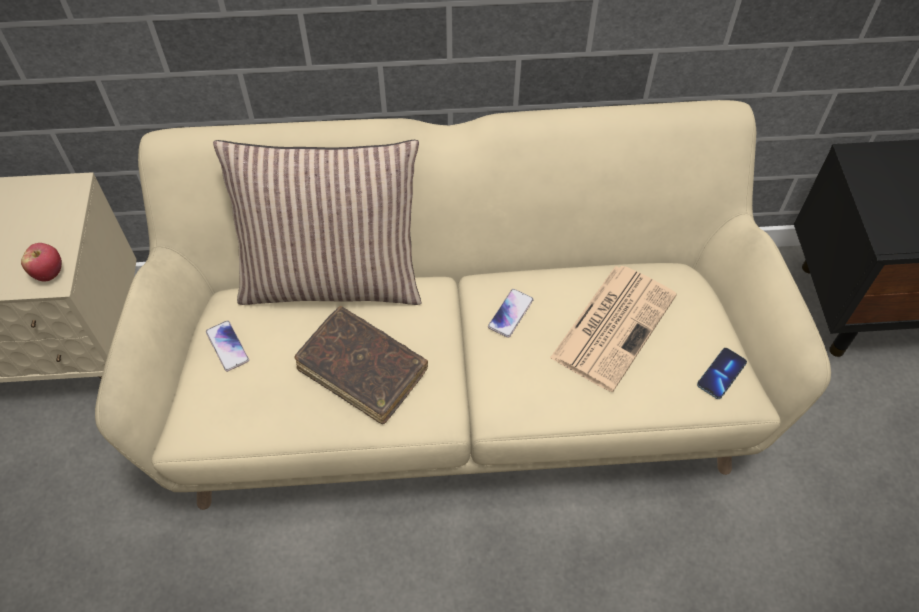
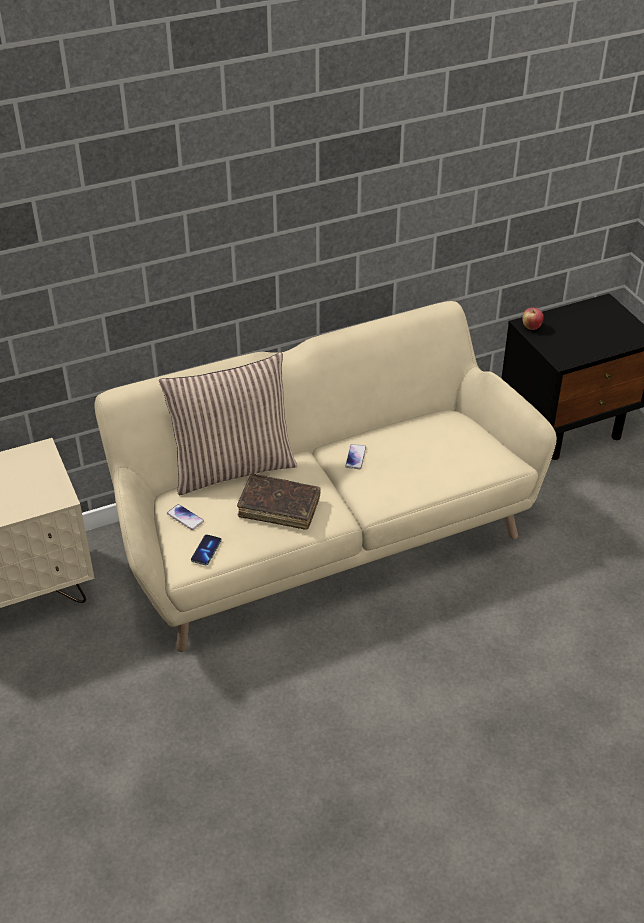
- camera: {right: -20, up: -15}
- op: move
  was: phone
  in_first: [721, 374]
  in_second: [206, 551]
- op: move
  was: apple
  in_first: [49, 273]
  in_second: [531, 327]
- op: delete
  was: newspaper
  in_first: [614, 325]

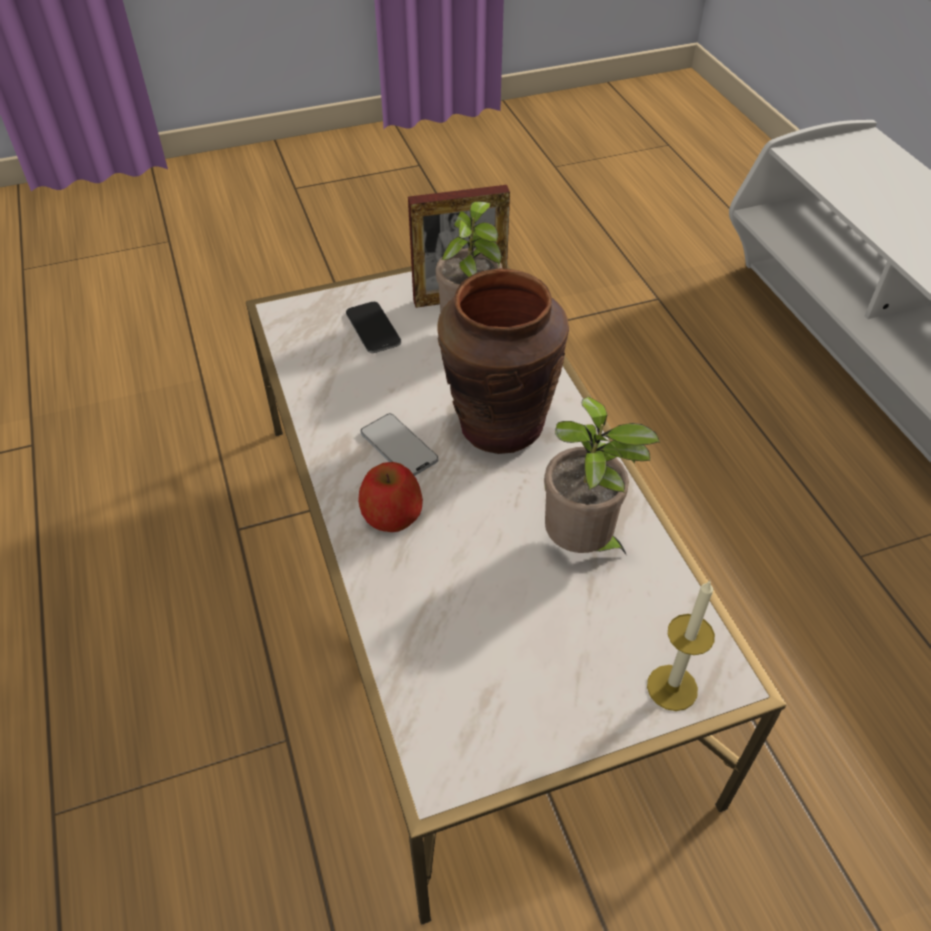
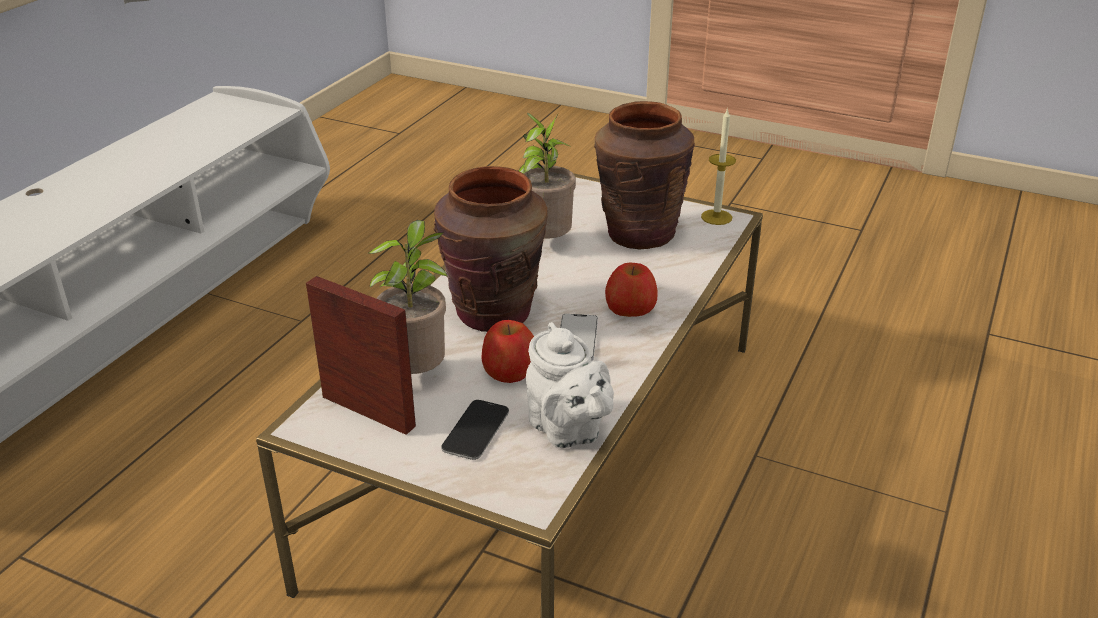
- camera: {right: -135, up: -15}
- op: insert
  now: apple
  in_second: [509, 371]
- op: insert
  now: teapot (white)
  in_second: [568, 431]
- op: insert
  now: vase (brown)
  in_second: [639, 234]
- op: move
  was: candle
  in_first: [672, 687]
  in_second: [716, 217]

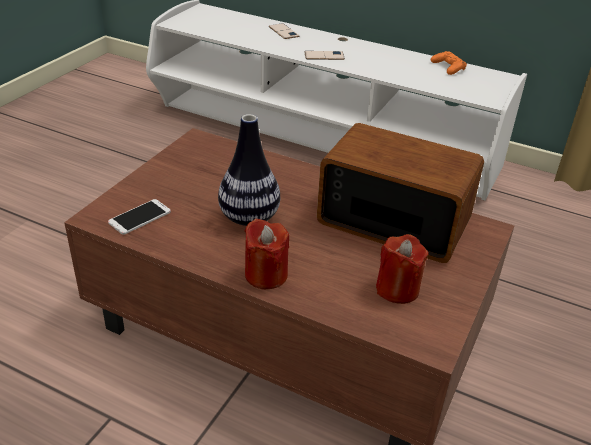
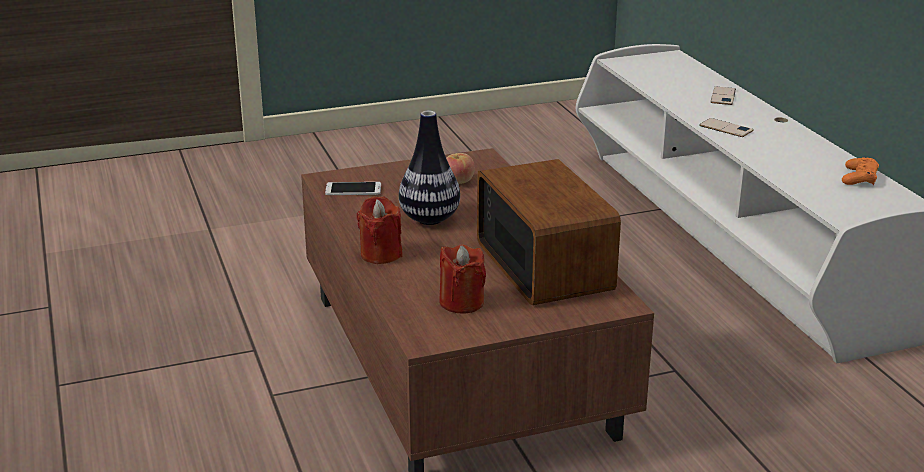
- camera: {right: 45, up: -10}
- op: insert
  now: apple
  in_second: [458, 181]

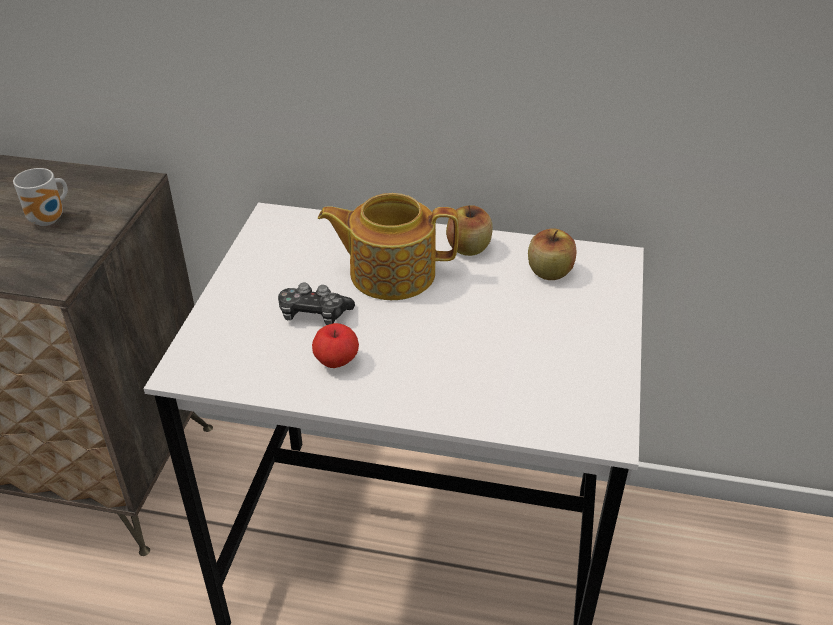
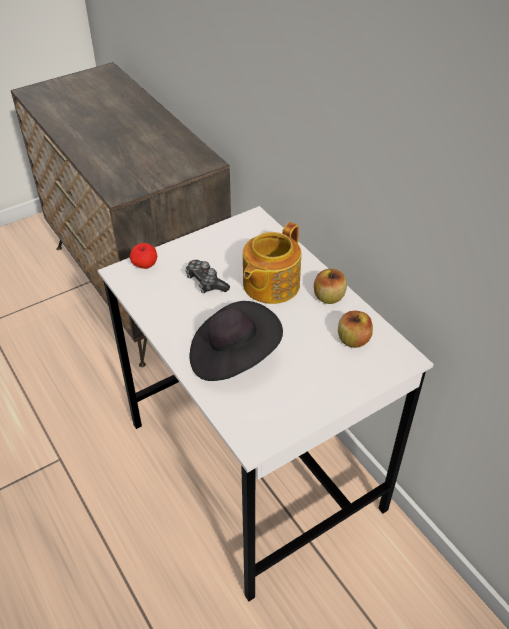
- camera: {right: 45, up: 5}
- op: move
  was: apple
  in_first: [336, 362]
  in_second: [145, 265]
- op: insert
  now: hat (black)
  in_second: [233, 356]
- op: rotate
  was: teapot
  in_first: [390, 273]
  in_second: [269, 285]
  clockwise: -105
- op: delete
  was: mug
  in_first: [50, 220]

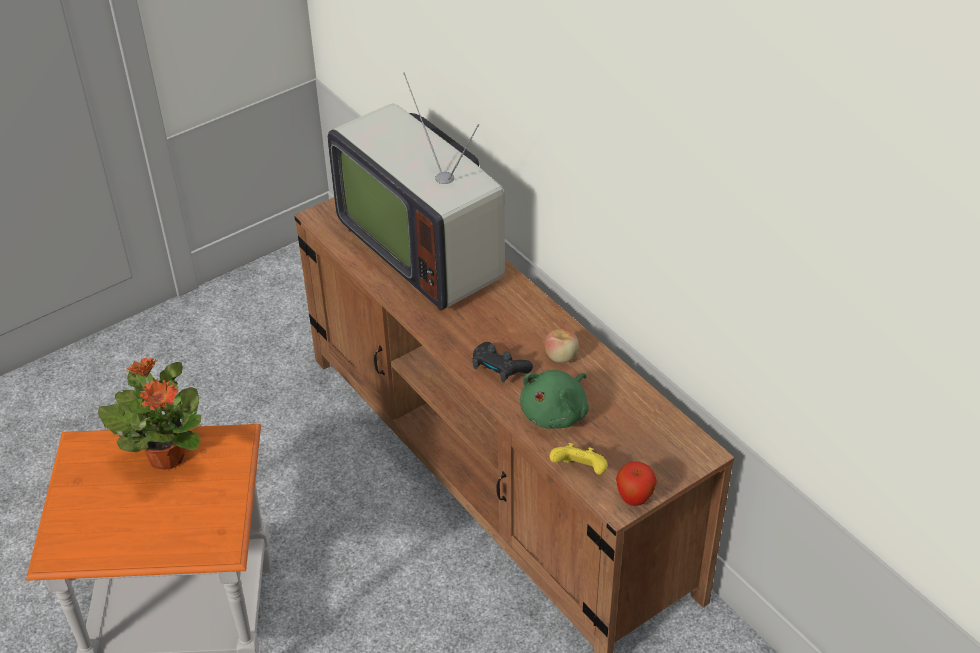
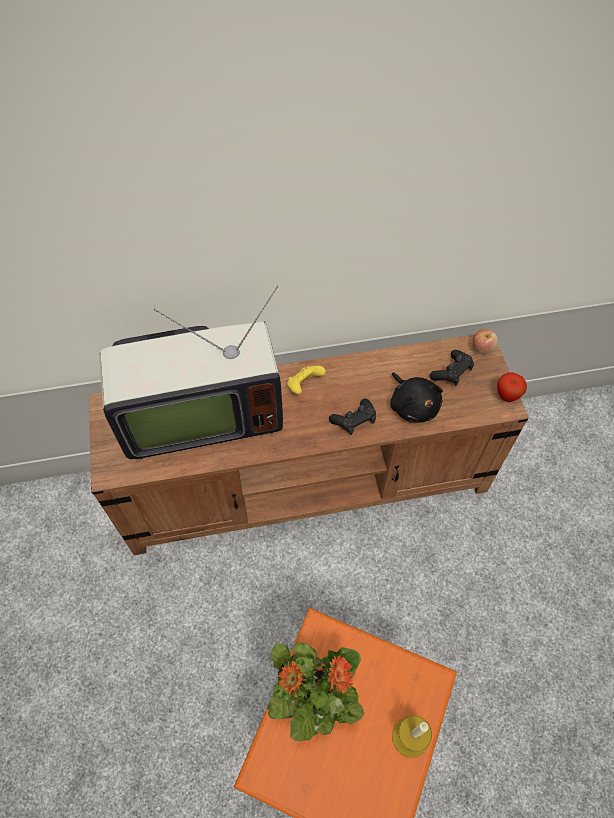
- camera: {right: -65, up: 15}
- op: move
  was: game controller (yellow)
  in_first: [580, 471]
  in_second: [304, 385]
- op: recolor
  was: plush toy (green)
  now: plush toy (black)
  in_first: [556, 413]
  in_second: [413, 405]
- op: insert
  now: candle
  in_second: [410, 737]
- op: insert
  now: game controller (black)
  in_second: [451, 372]
- op: move
  was: apple
  in_first: [561, 356]
  in_second: [482, 348]

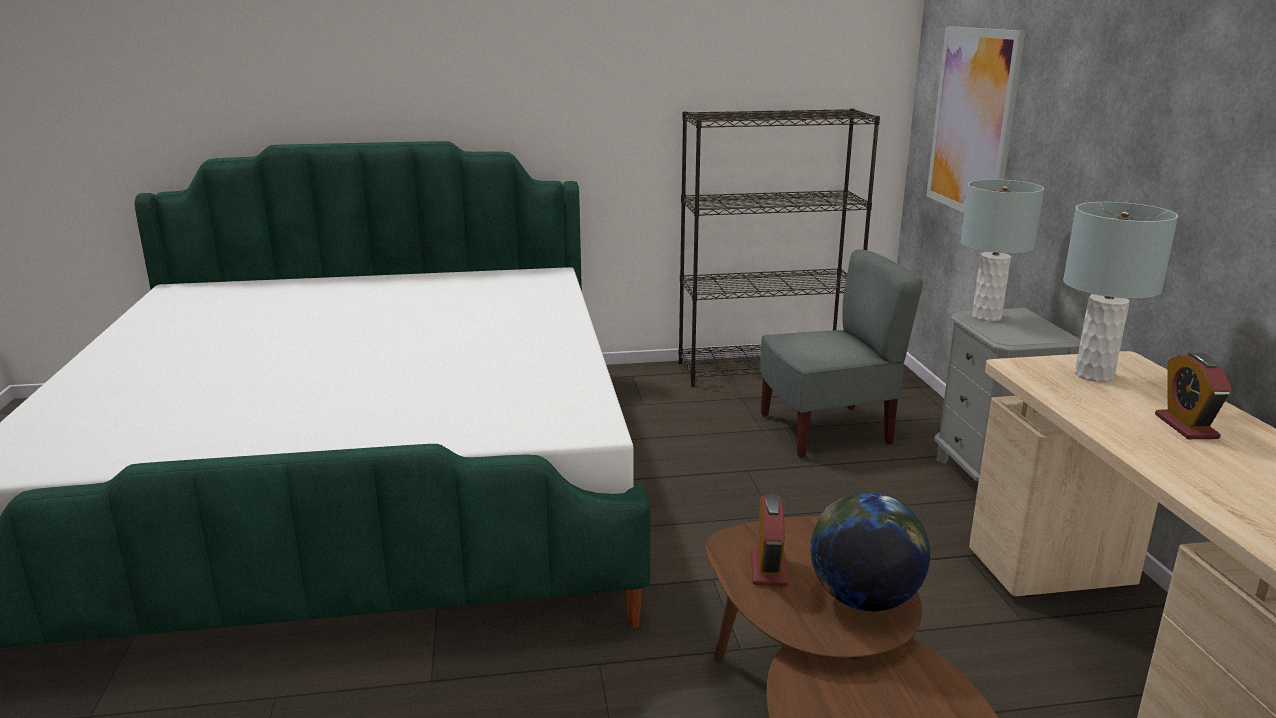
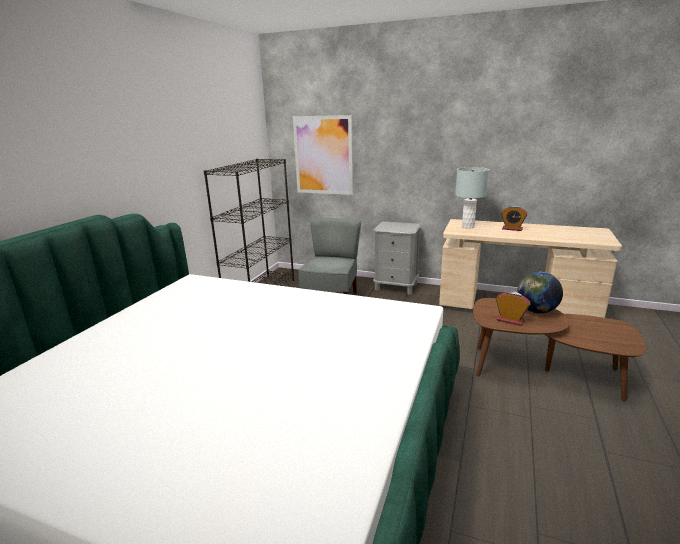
- camera: {right: -60, up: 0}
- op: delete
  was: table lamp (grey)
  in_first: [986, 317]

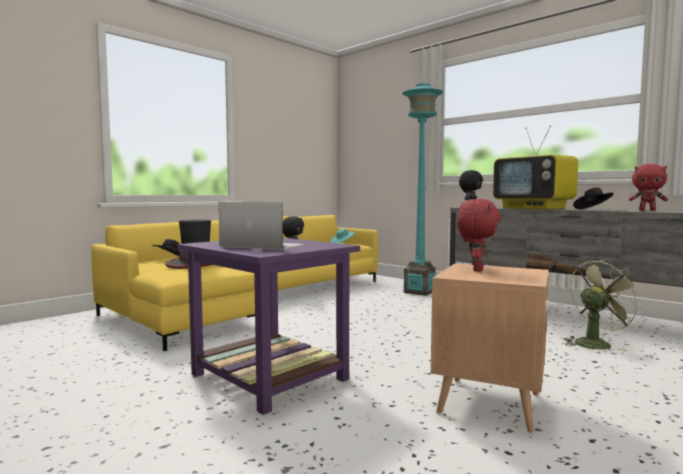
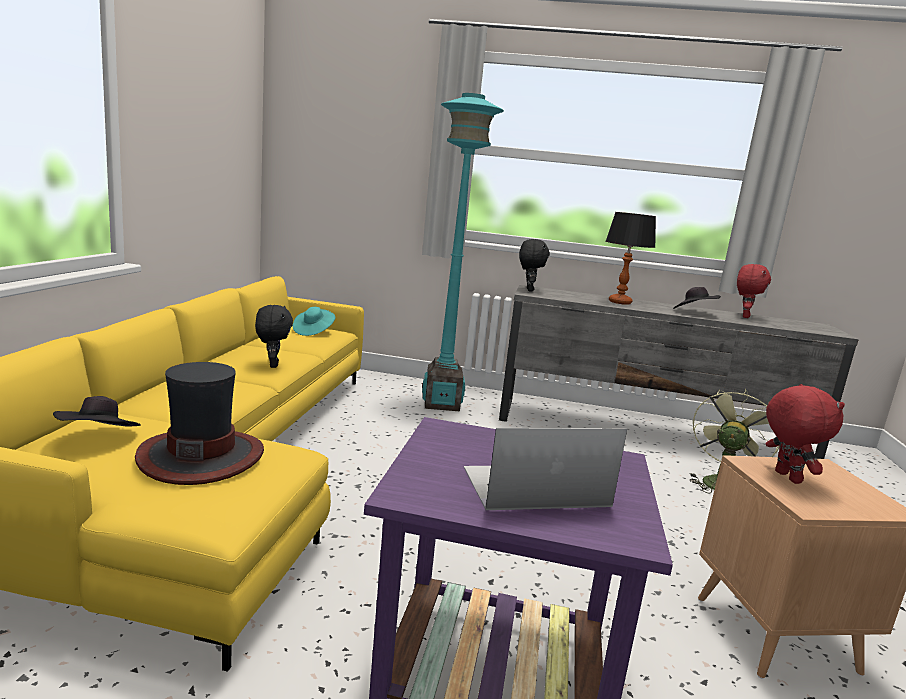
- camera: {right: -35, up: 10}
- op: replace
  was: television
  now: table lamp
  in_first: [534, 208]
  in_second: [620, 302]
- op: rotate
  was: plush toy (red)
  in_first: [647, 210]
  in_second: [744, 316]
  clockwise: -60

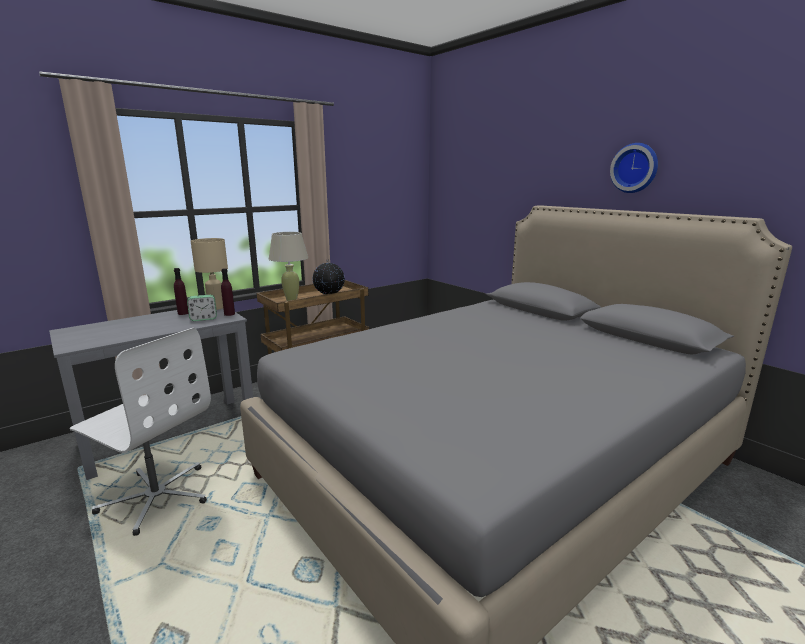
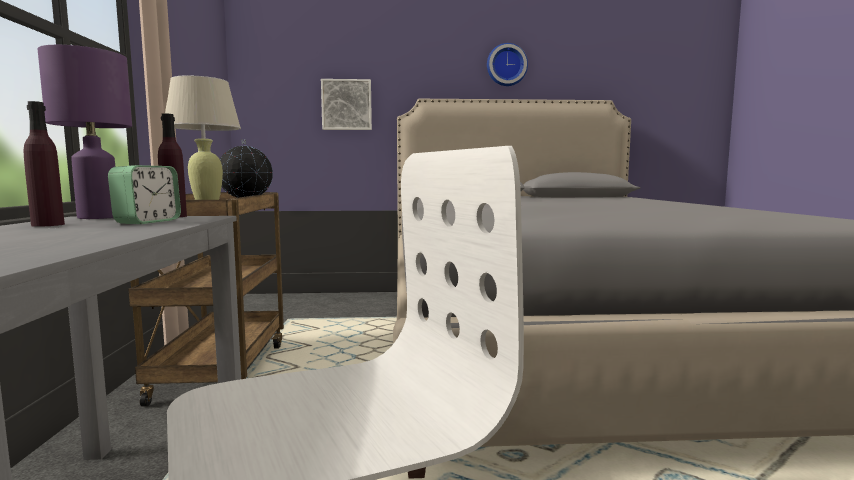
- camera: {right: -55, up: -10}
- op: recolor
  was: table lamp (beige)
  now: table lamp (purple)
  in_first: [216, 308]
  in_second: [100, 217]
- op: insert
  now: picture
  in_second: [346, 105]

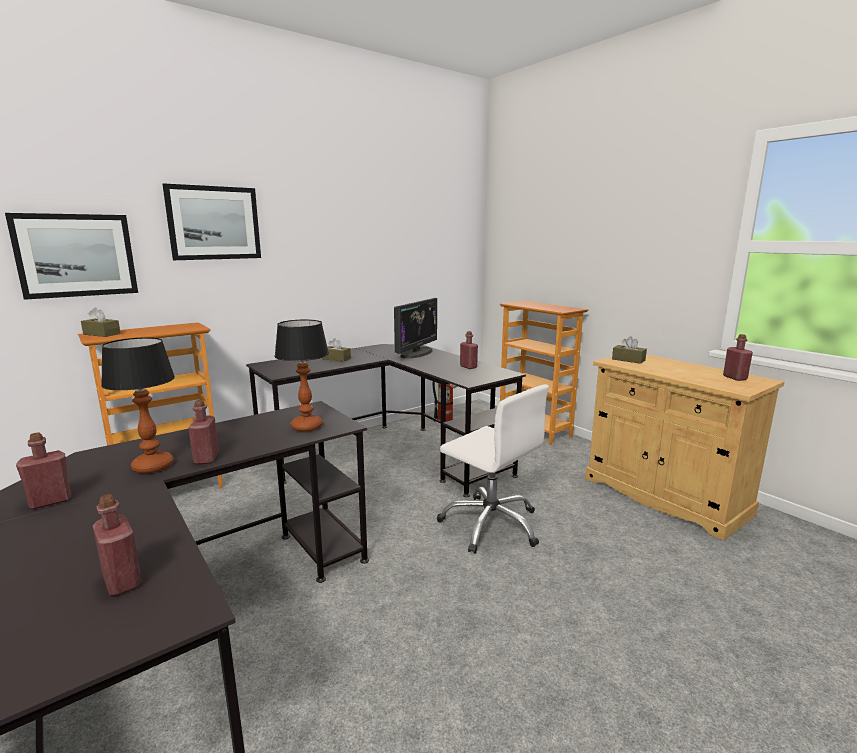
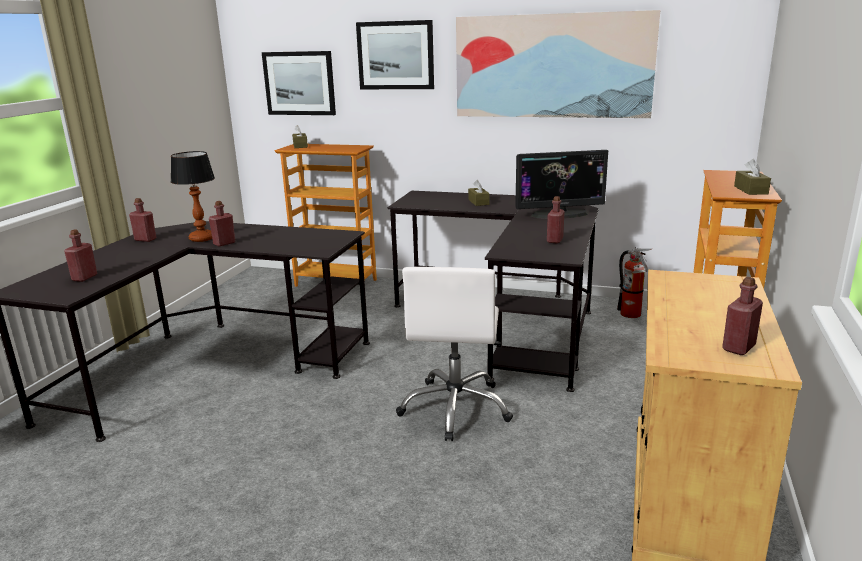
- camera: {right: 55, up: 5}
- op: insert
  now: picture
  in_second: [552, 66]
- op: move
  was: tissue box (brown)
  in_first: [628, 360]
  in_second: [750, 190]
- op: delete
  was: table lamp
  in_first: [307, 427]

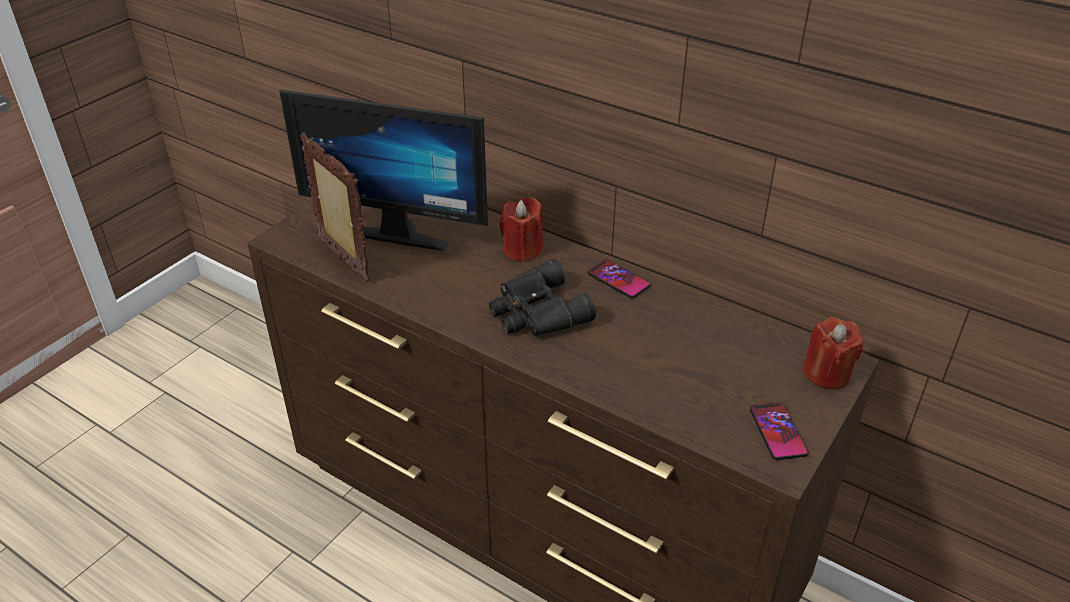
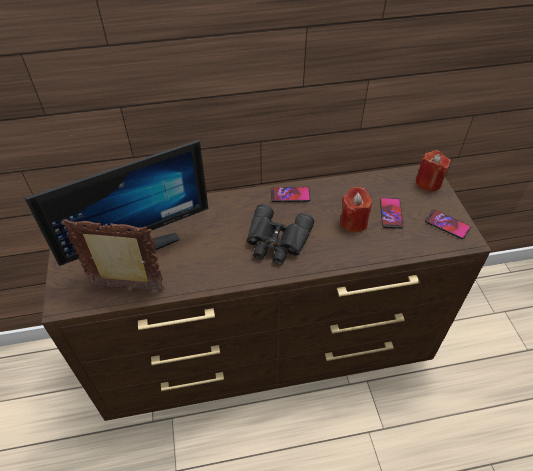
- camera: {right: -45, up: 10}
- op: move
  was: candle (red)
  in_first: [522, 249]
  in_second: [353, 222]
- op: insert
  now: phone
  in_second: [391, 213]

